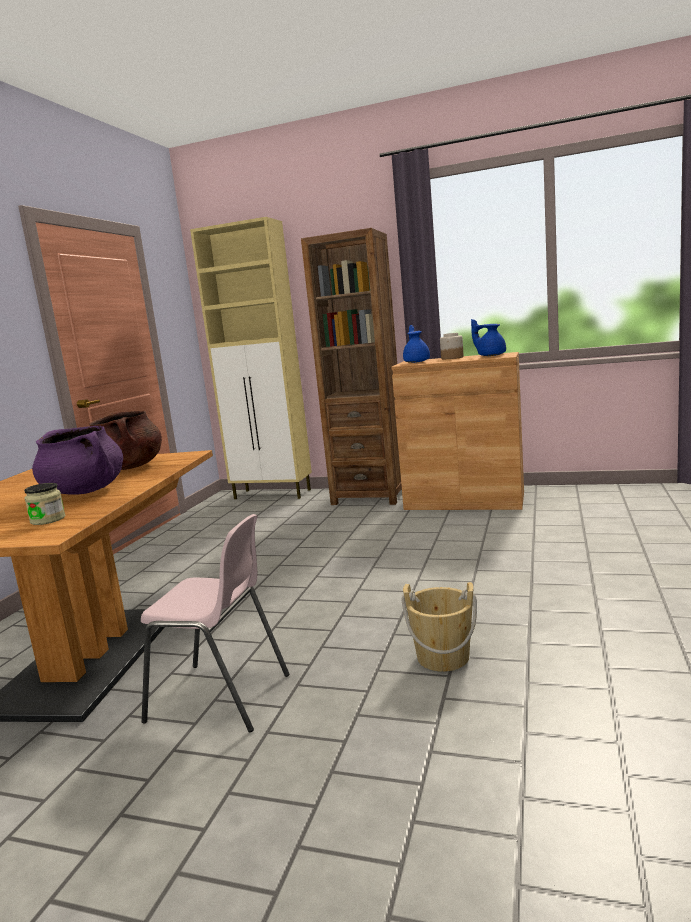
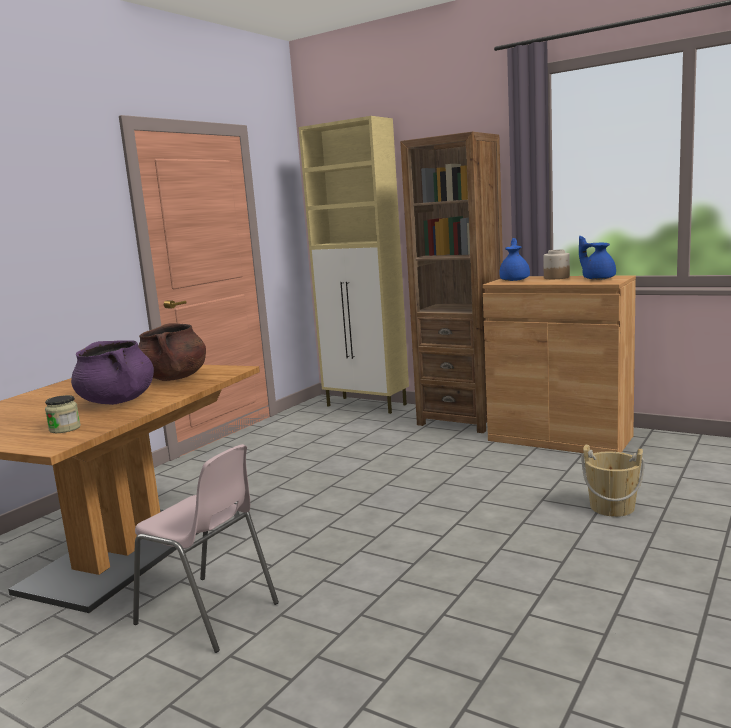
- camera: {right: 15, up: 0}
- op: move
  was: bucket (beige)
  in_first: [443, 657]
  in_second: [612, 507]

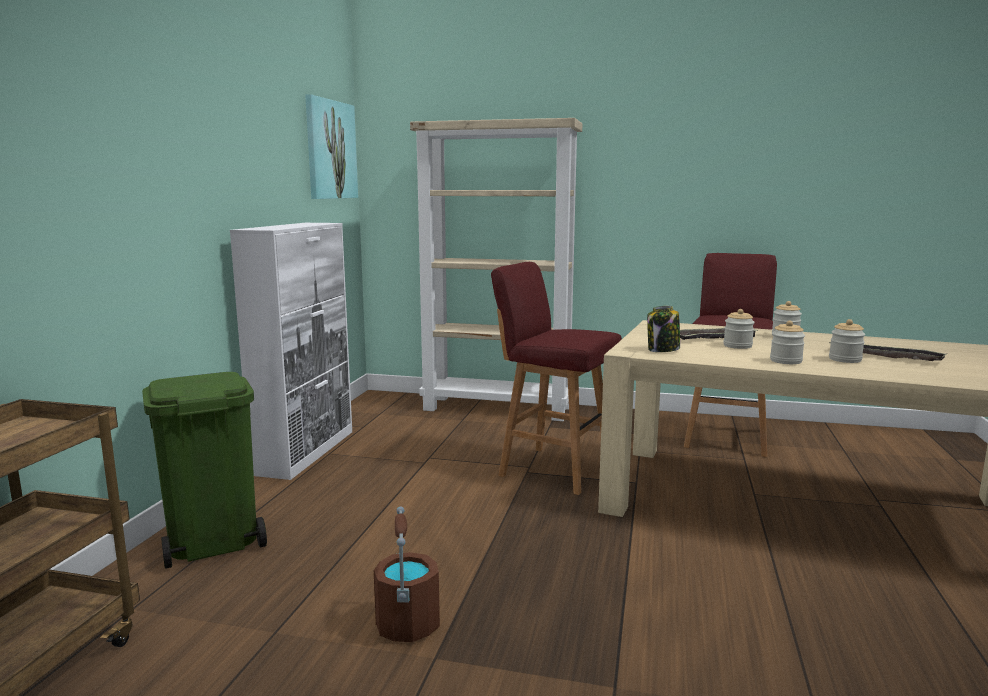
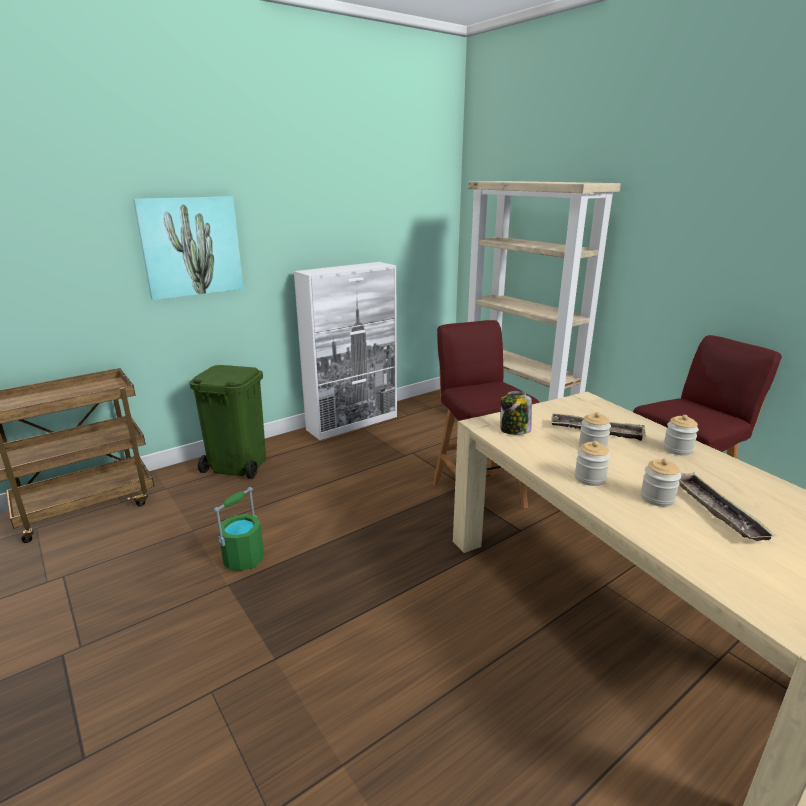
- camera: {right: 40, up: 10}
- op: move
  was: picture
  in_first: [331, 150]
  in_second: [191, 247]
- op: recolor
  was: bucket (brown)
  now: bucket (green)
  in_first: [407, 624]
  in_second: [244, 558]

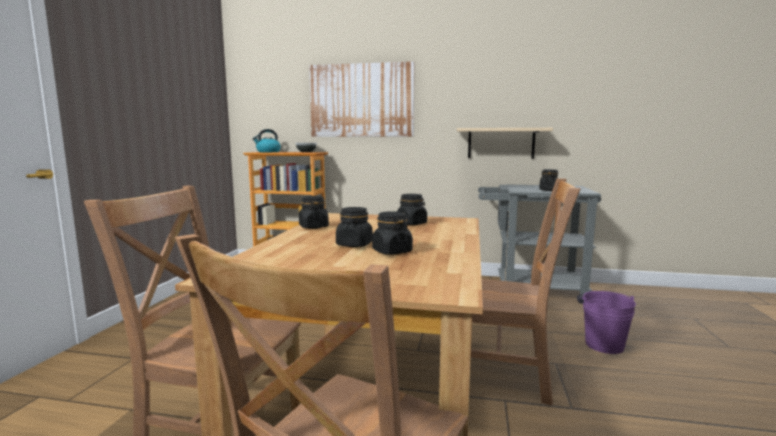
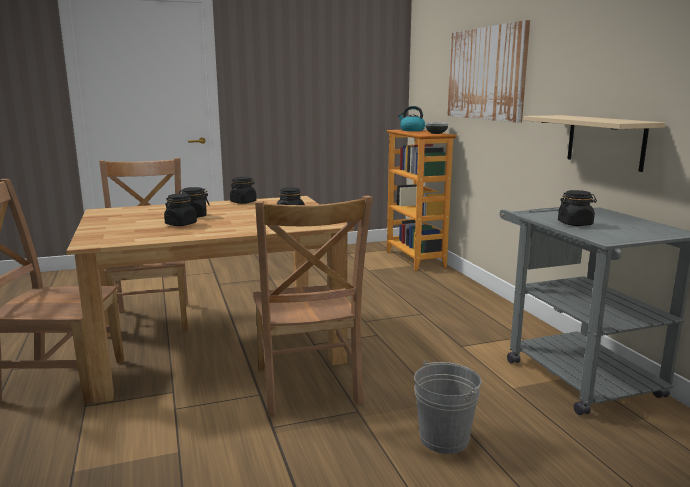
- camera: {right: 60, up: 5}
- op: recolor
  was: bucket (purple)
  now: bucket (grey)
  in_first: [604, 345]
  in_second: [444, 439]

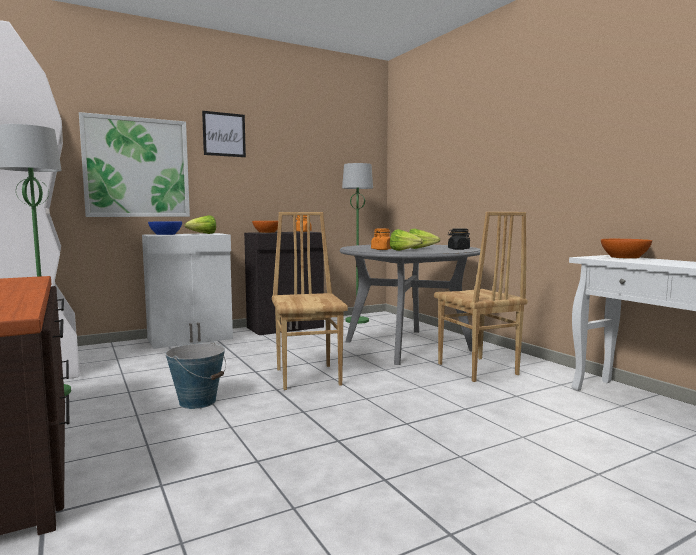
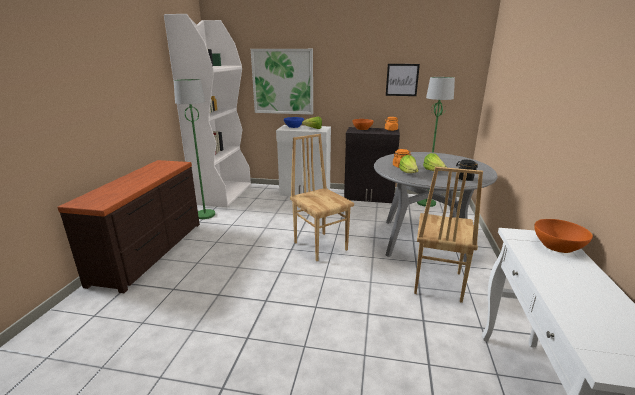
- camera: {right: 40, up: 15}
- op: rotate
  was: chair (brown)
  in_first: [309, 376]
  in_second: [321, 246]
  clockwise: -60
- op: move
  was: picture
  in_first: [224, 134]
  in_second: [402, 80]
- op: delete
  was: bucket
  in_first: [198, 402]

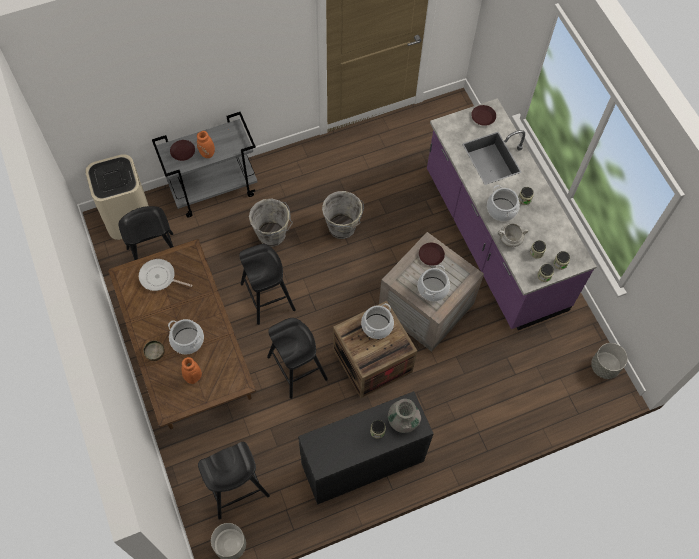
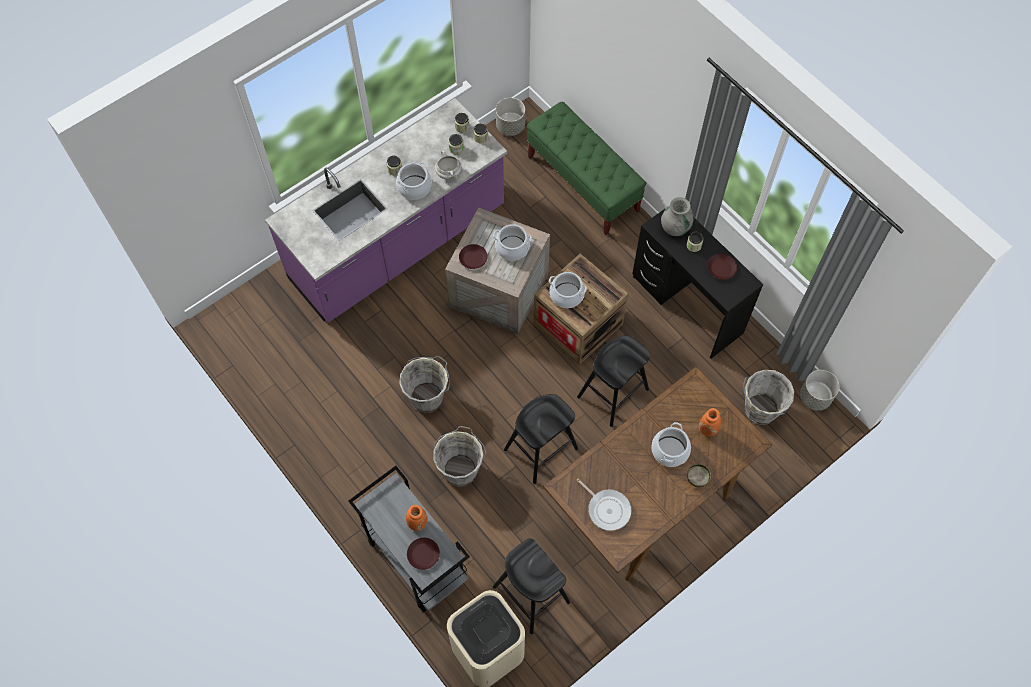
- camera: {right: -105, up: 0}
- op: insert
  now: bench (green)
  in_second: [583, 184]
- op: rotate
  was: frying pan
  in_first: [159, 277]
  in_second: [607, 509]
  clockwise: -45
- op: move
  was: plate (brown)
  in_first: [483, 117]
  in_second: [721, 268]
- op: replace
  was: stool (black)
  now: bucket (grey)
  in_first: [236, 487]
  in_second: [759, 410]

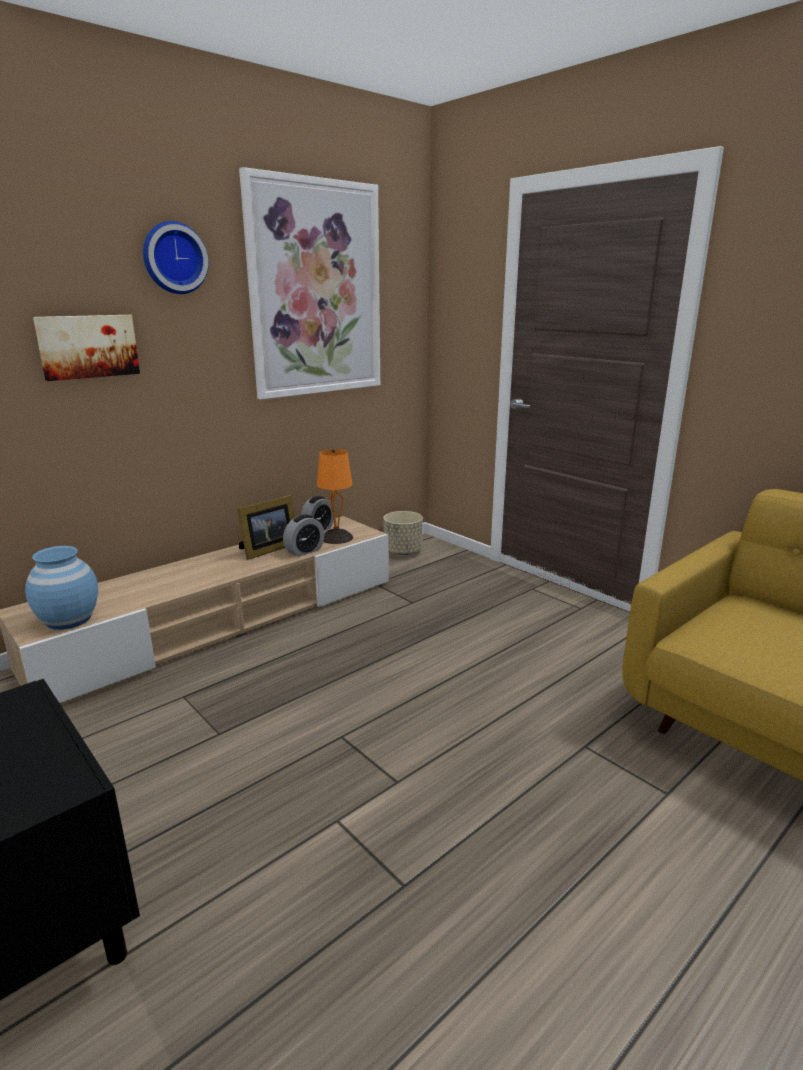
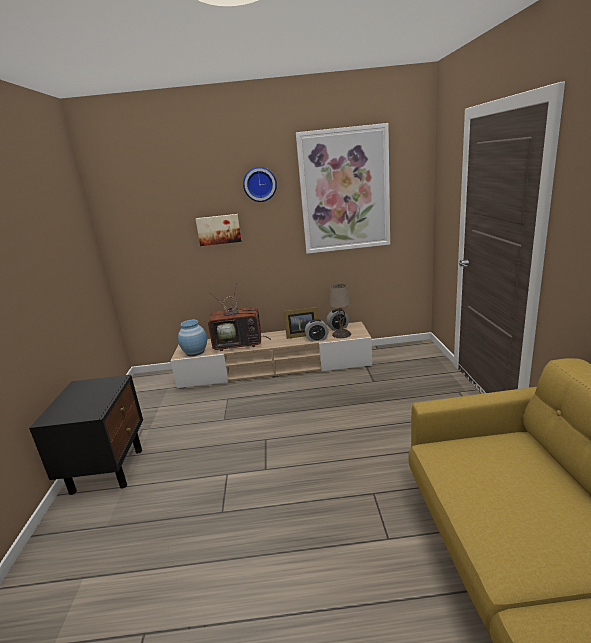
- camera: {right: 40, up: 0}
- op: insert
  now: television
  in_second: [240, 343]
- op: recolor
  was: table lamp (orange)
  now: table lamp (beige)
  in_first: [337, 537]
  in_second: [342, 334]
- op: delete
  was: planter (beige)
  in_first: [403, 551]

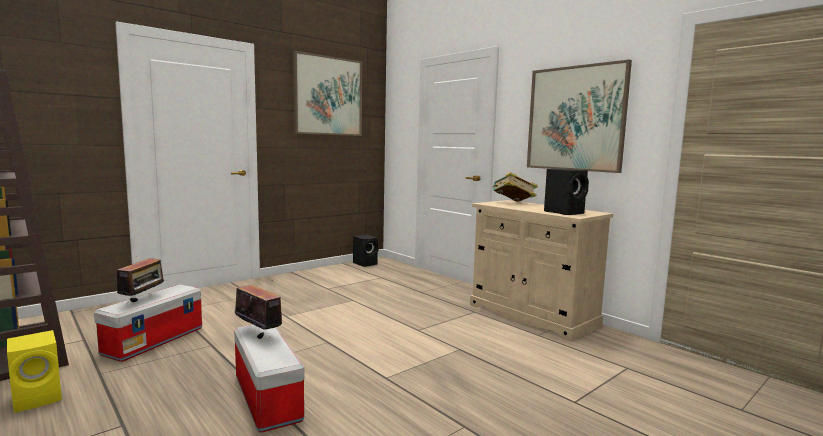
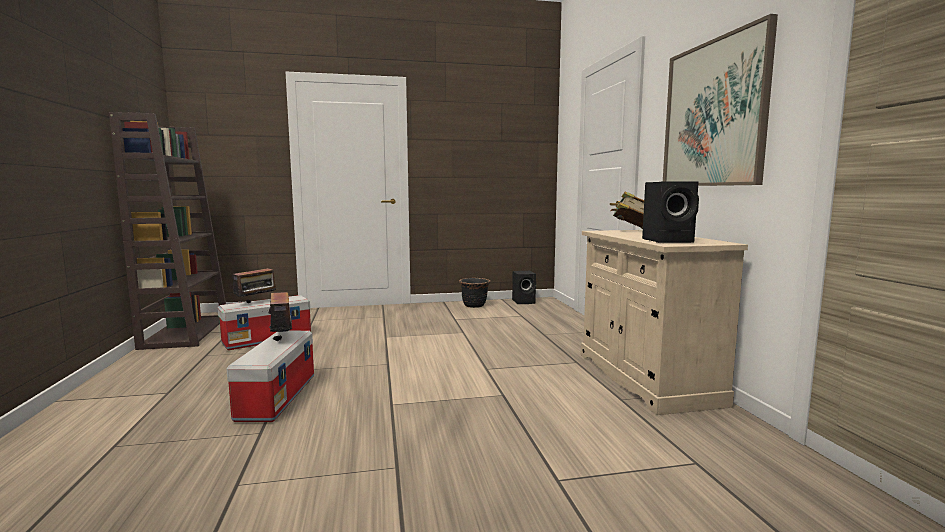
- camera: {right: 30, up: 0}
- op: insert
  now: planter (black)
  in_second: [474, 305]
- op: delete
  was: speaker (yellow)
  in_first: [39, 397]
- op: delete
  was: picture
  in_first: [328, 96]

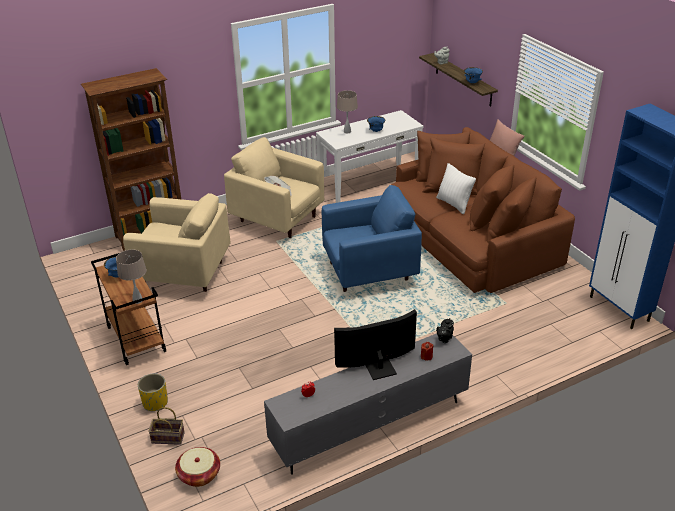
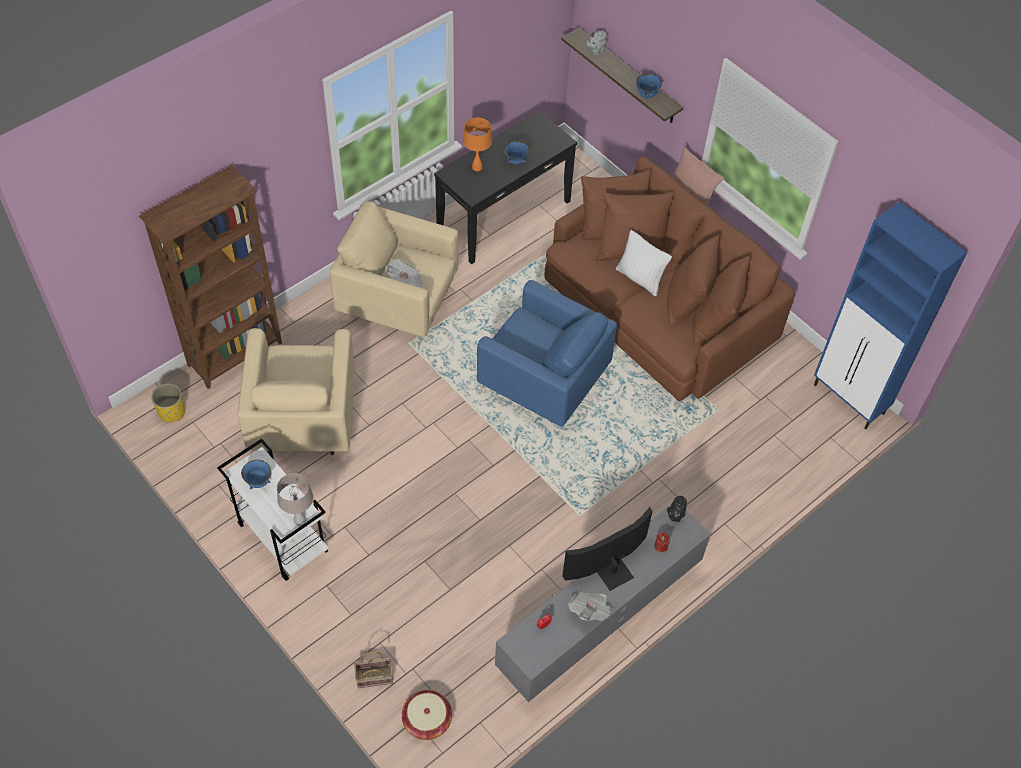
- camera: {right: -15, up: 20}
- op: move
  was: planter (yellow)
  in_first: [155, 403]
  in_second: [171, 412]
- op: recolor
  was: cart (brown)
  now: cart (white)
  in_first: [135, 339]
  in_second: [281, 537]
- op: rotate
  was: armchair (beige)
  in_first: [183, 273]
  in_second: [303, 418]
  clockwise: 90
- op: recolor
  was: console table (white)
  now: console table (black)
  in_first: [369, 183]
  in_second: [503, 216]
- op: recolor
  was: table lamp (beige)
  now: table lamp (orange)
  in_first: [347, 131]
  in_second: [476, 167]
- op: rotate
  was: armchair (blue)
  in_first: [369, 272]
  in_second: [542, 381]
  clockwise: 60
- op: insert
  now: newspaper
  in_second: [590, 610]

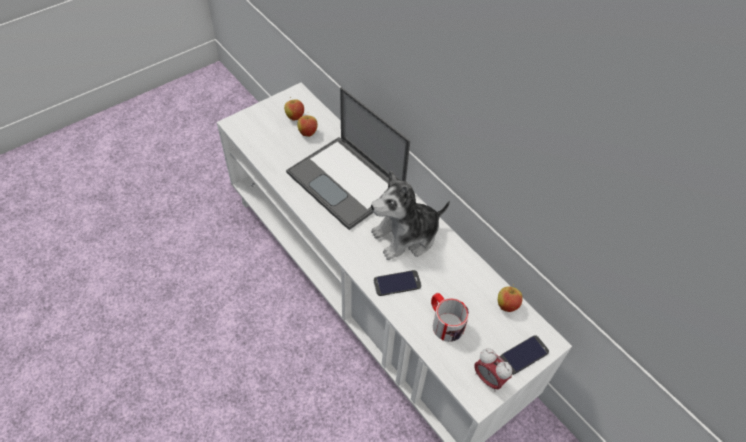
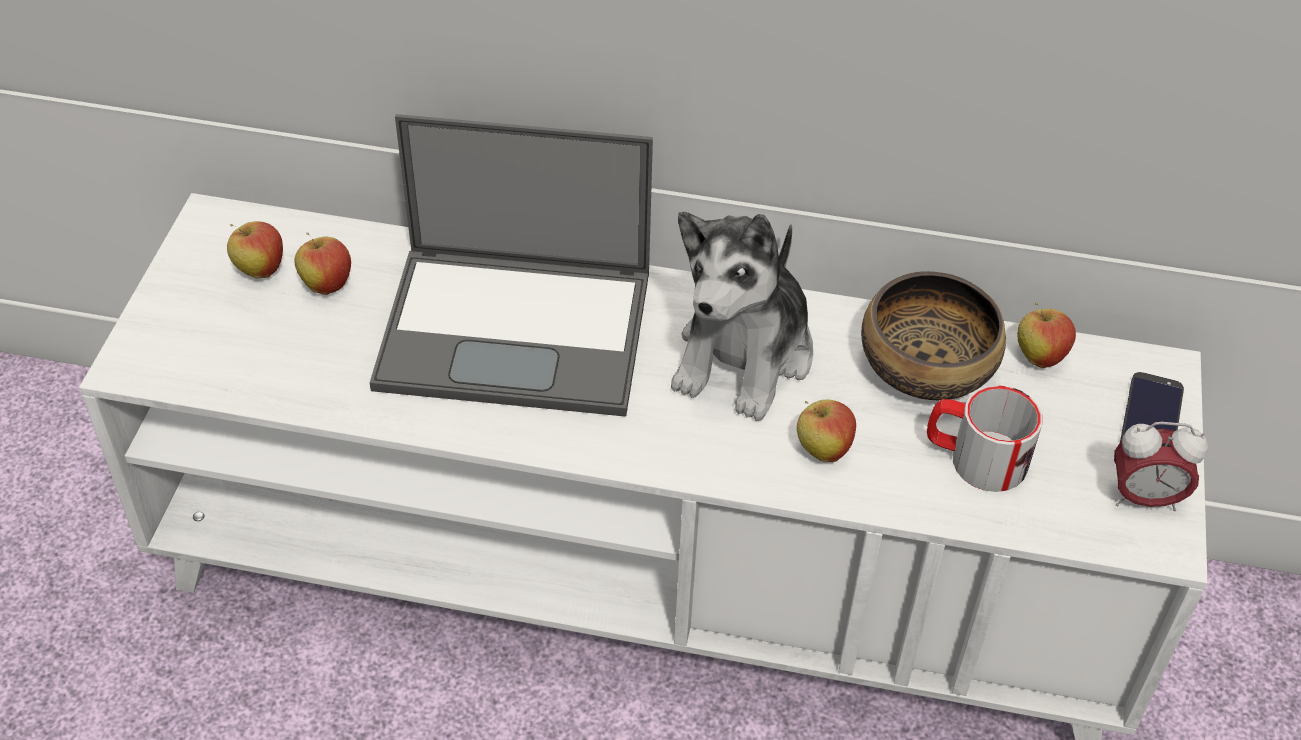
- camera: {right: -40, up: -5}
- op: replace
  was: phone
  now: apple
  in_first: [397, 283]
  in_second: [822, 450]
- op: insert
  now: bowl
  in_second: [926, 365]

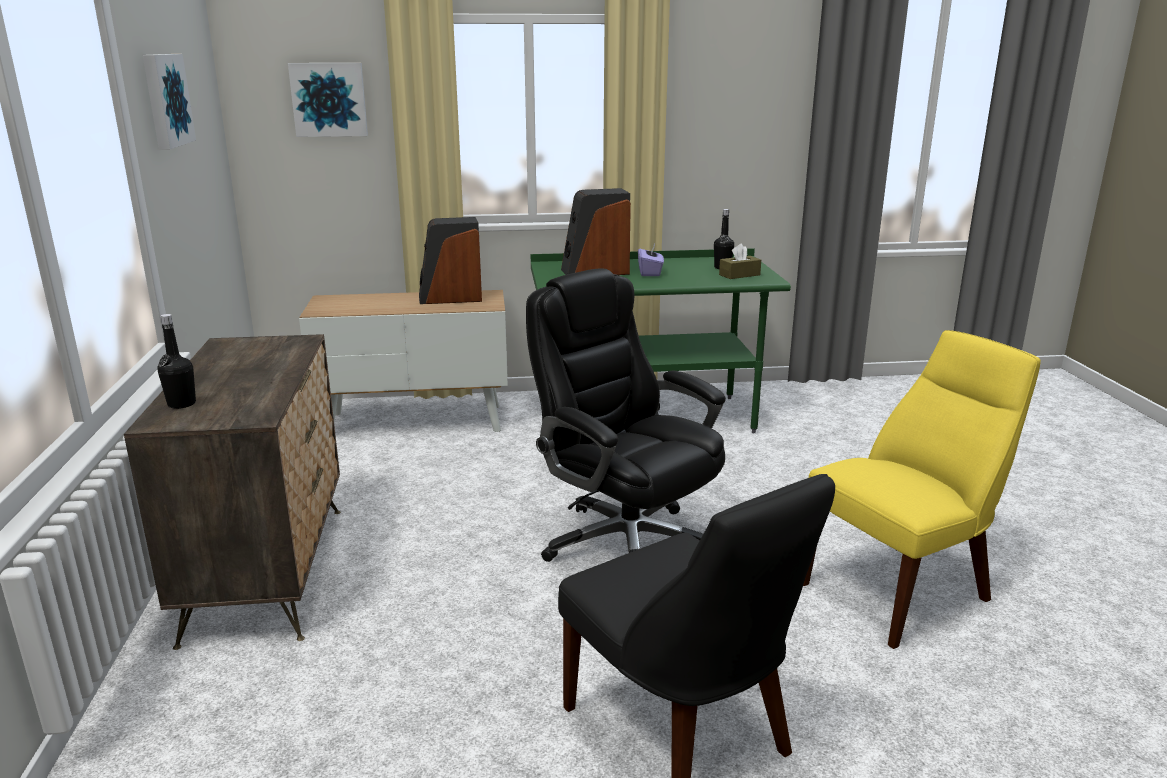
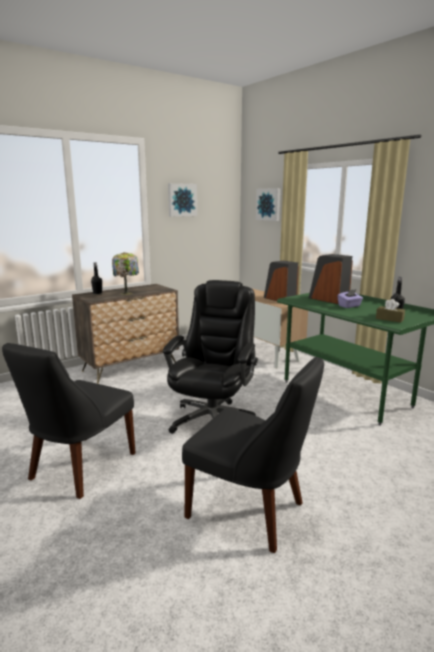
- camera: {right: 60, up: -5}
- op: insert
  now: table lamp
  in_second: [127, 293]
- op: recolor
  was: chair (yellow)
  now: chair (black)
  in_first: [901, 590]
  in_second: [250, 512]

